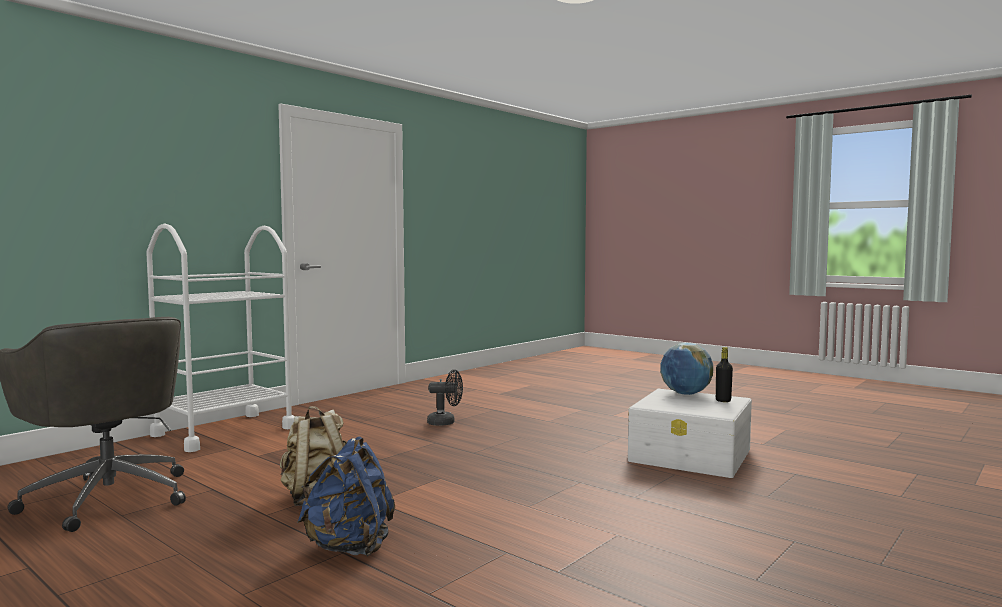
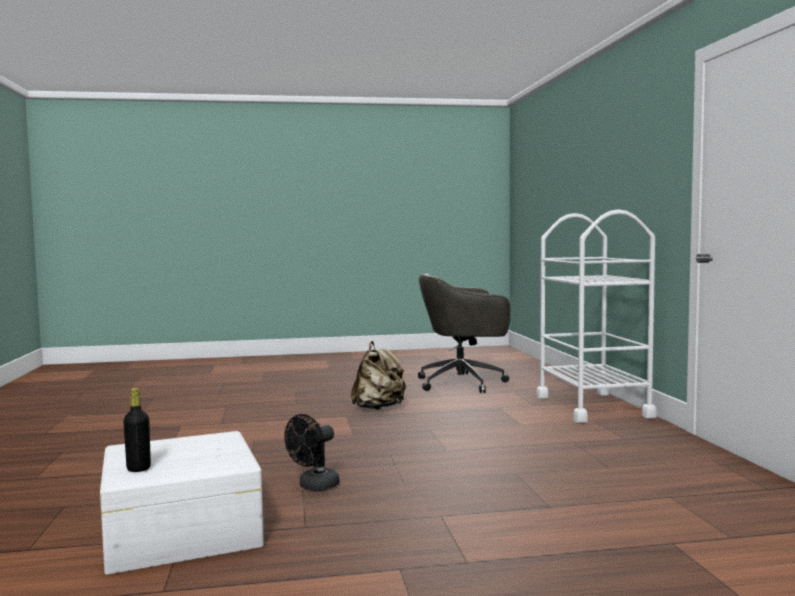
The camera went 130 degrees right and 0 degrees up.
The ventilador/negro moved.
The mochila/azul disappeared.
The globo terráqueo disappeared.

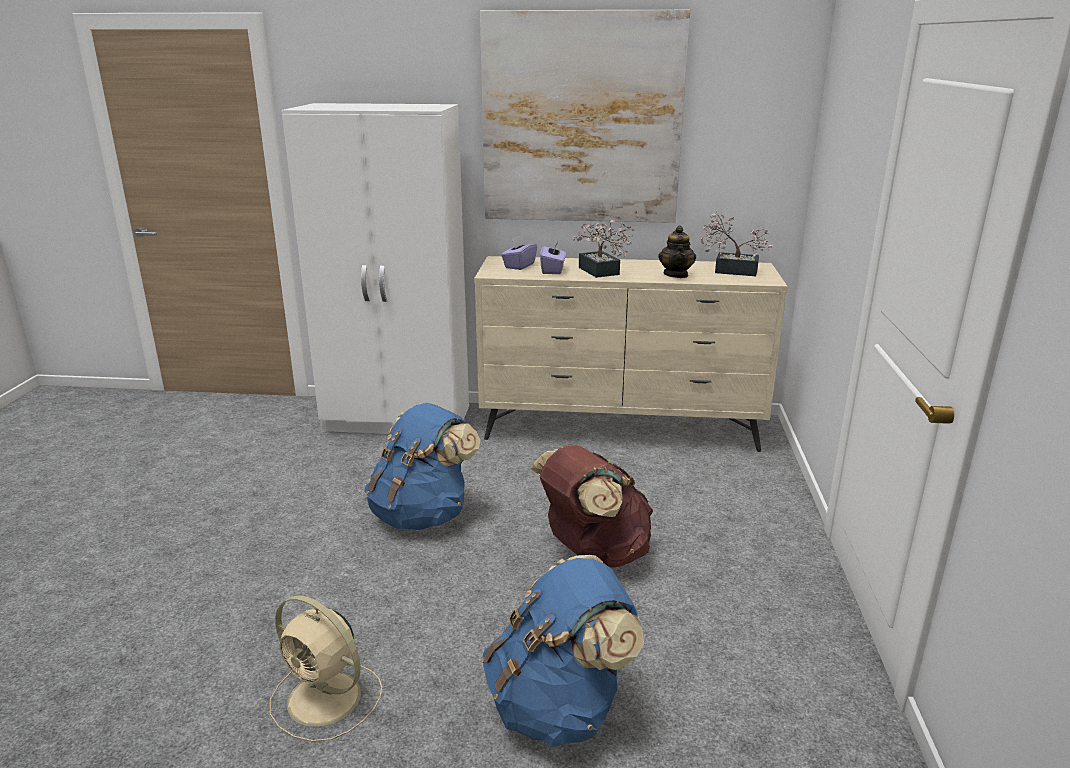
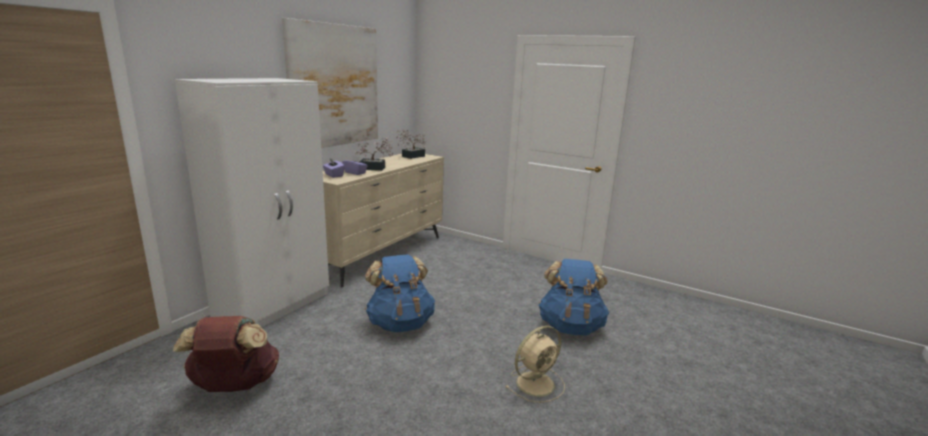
The camera went 65 degrees left and 5 degrees down.
The mochila/marrón moved.
The tetera disappeared.

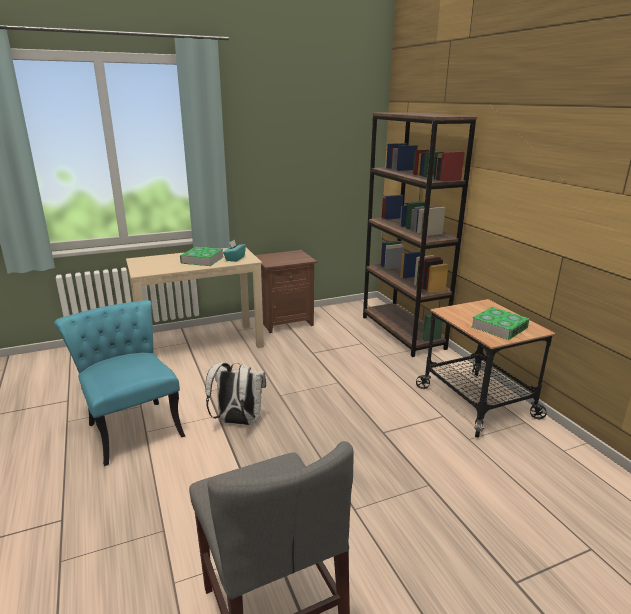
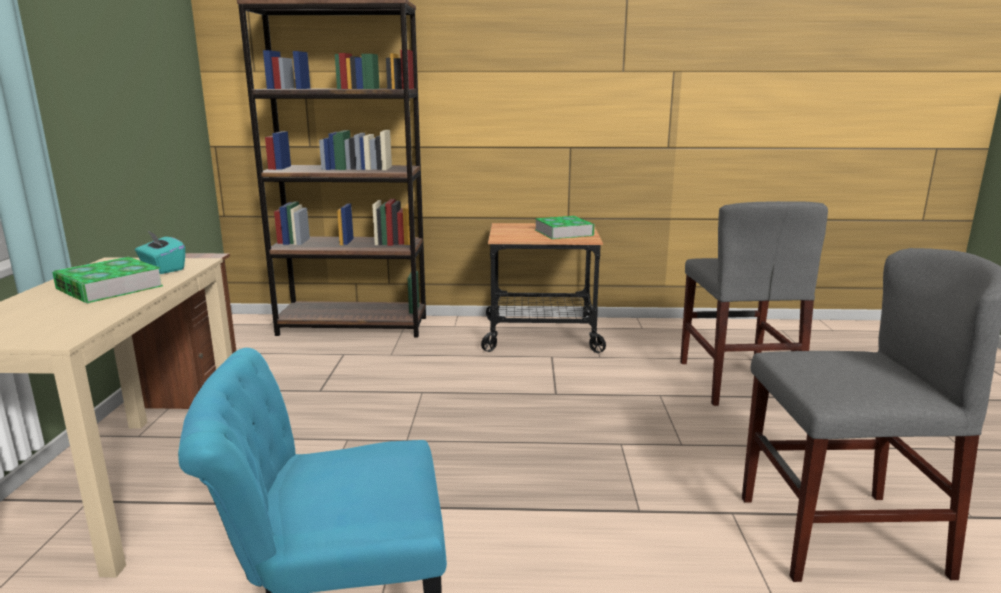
The camera went 65 degrees left and 5 degrees down.
The silla/gris (1st from left) appeared.
The mochila/blanco disappeared.

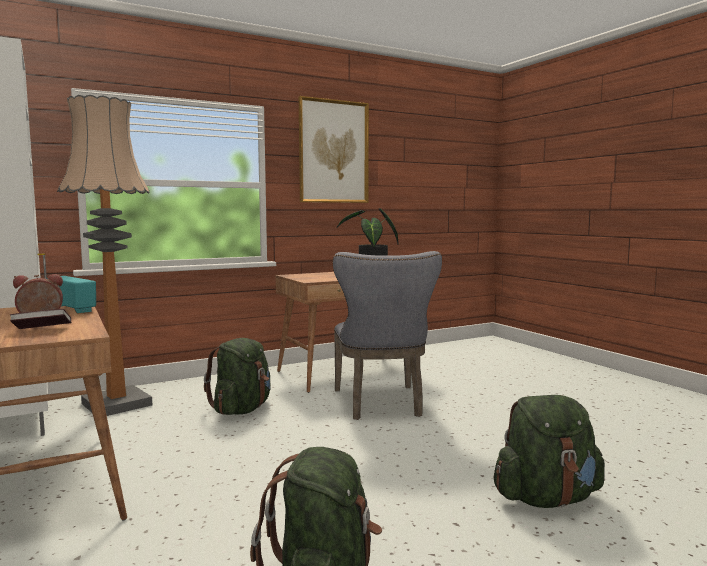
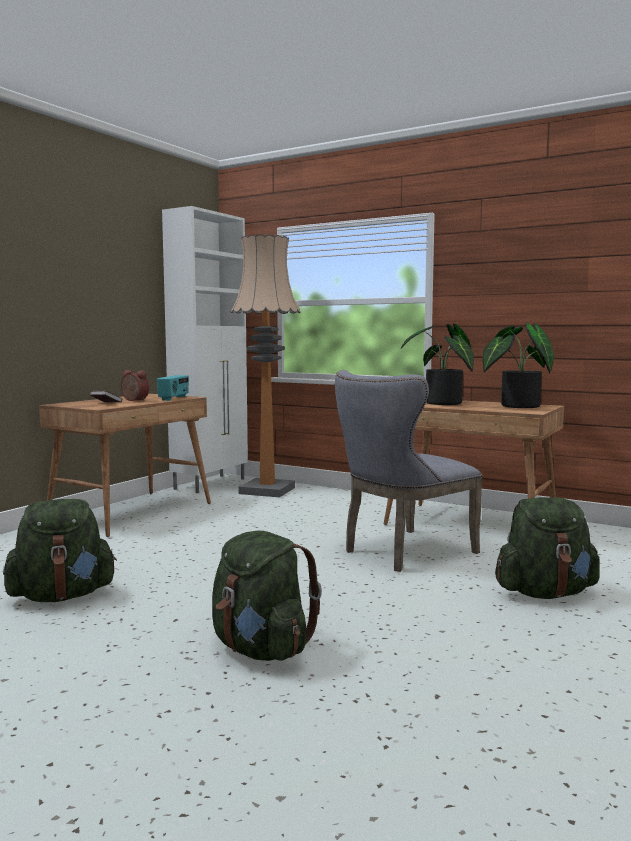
The camera went 60 degrees right and 0 degrees up.
The planta en maceta (1st from left) appeared.
The mochila/verde (1st from left in the first image) moved.
The cuadro disappeared.

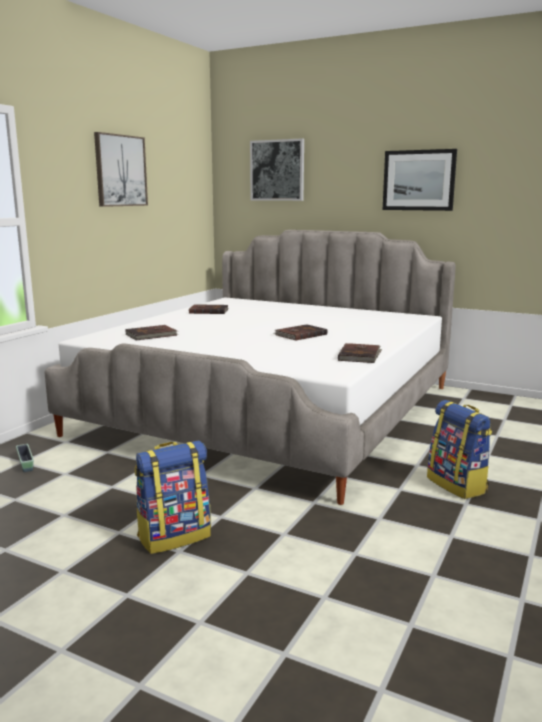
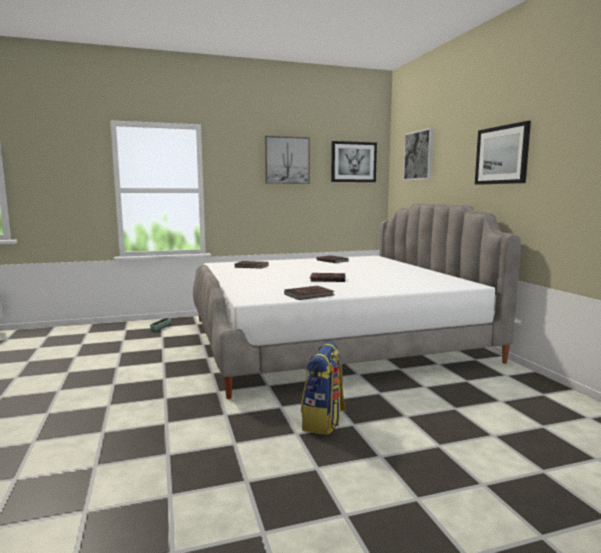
The camera went 45 degrees right and 5 degrees down.
The cuadro (2nd from left) appeared.
The mochila (1st from left) disappeared.

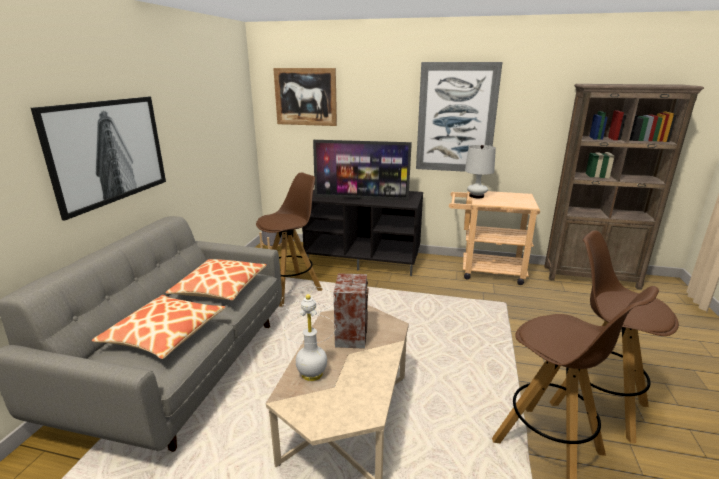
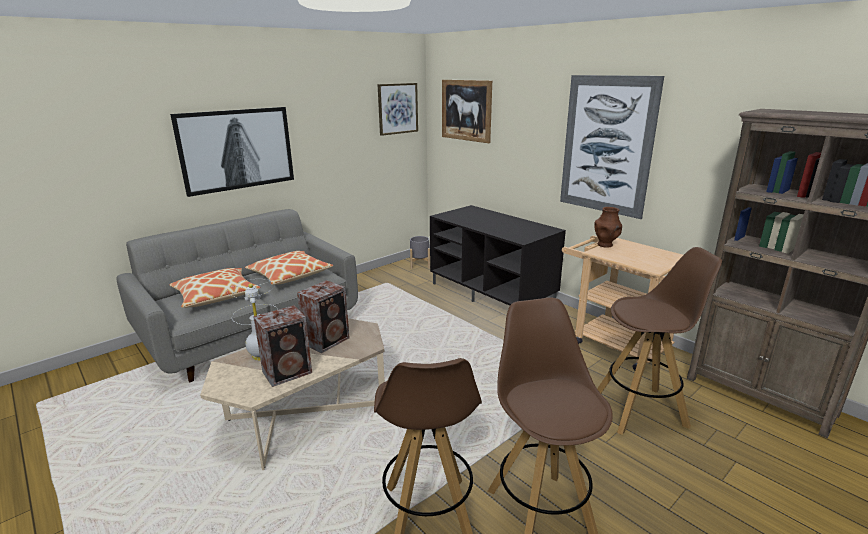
The camera went 35 degrees right and 0 degrees up.
The altavoz (1st from left) appeared.
The cuadro (2nd from left) appeared.
The lámpara de mesa/blanco (2nd from left) was replaced by the florero/marrón.
The taburete/marrón (1st from left in the first image) moved.
The televisor disappeared.

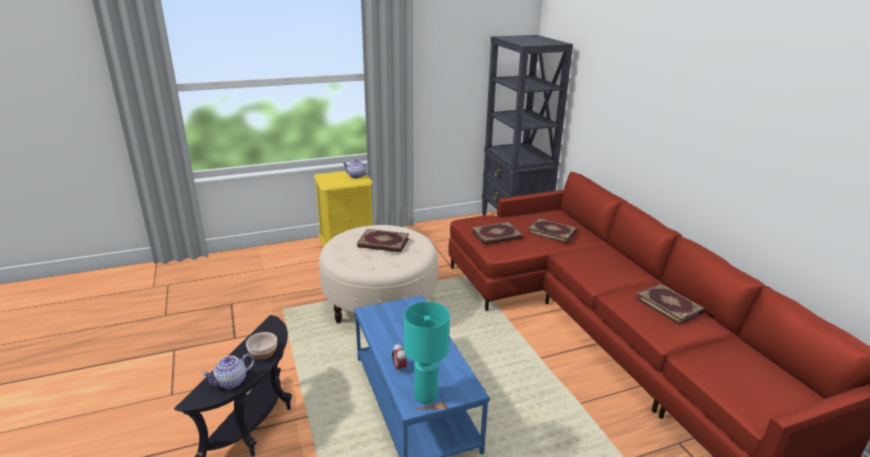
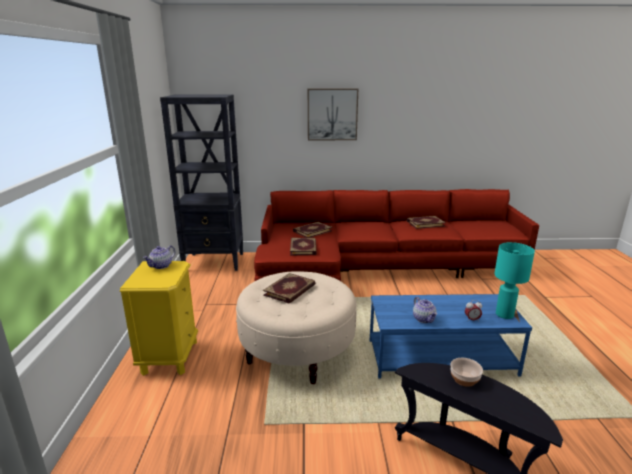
The camera went 70 degrees left and 5 degrees down.
The cuadro appeared.
The tetera (1st from left in the first image) moved.

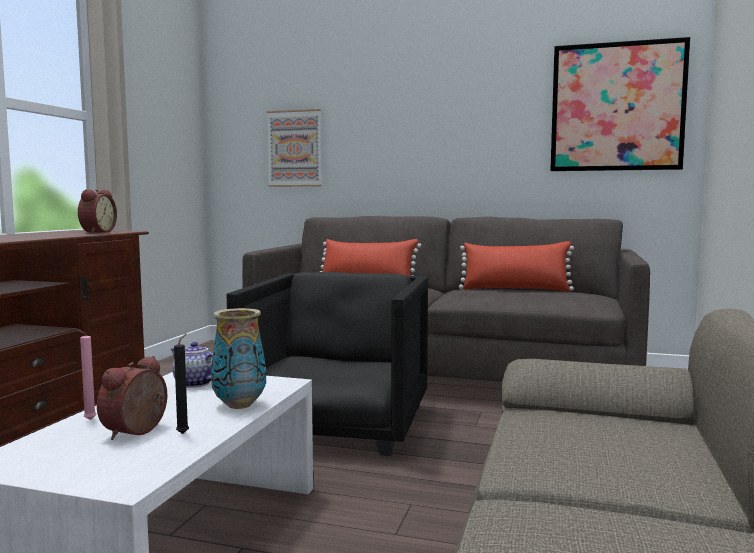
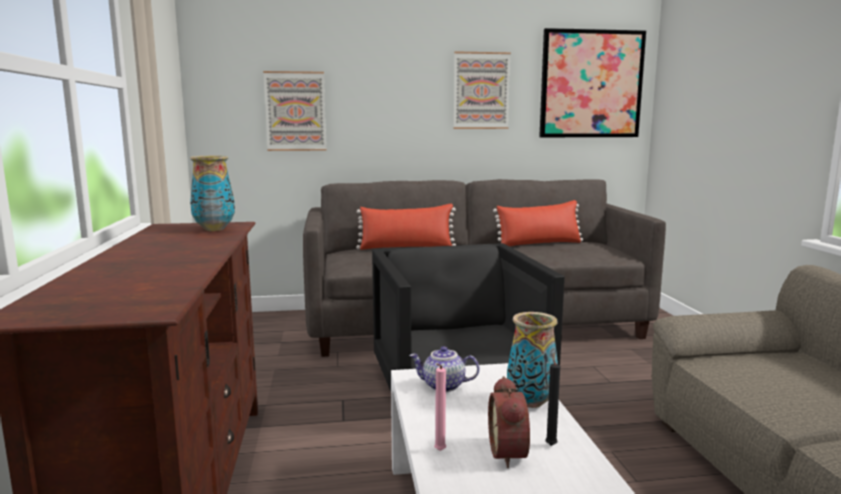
The camera went 25 degrees left and 5 degrees up.
The despertador (1st from left) was replaced by the florero (1st from left).
The cuadro (2nd from left) appeared.

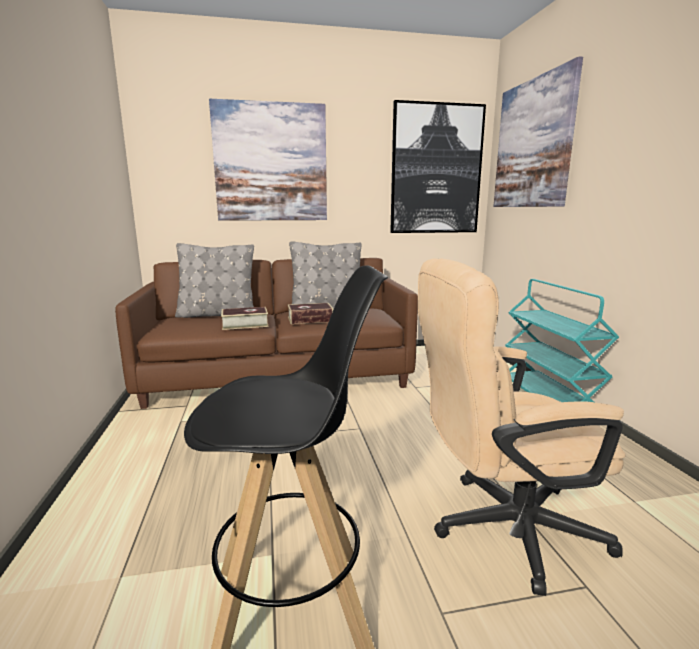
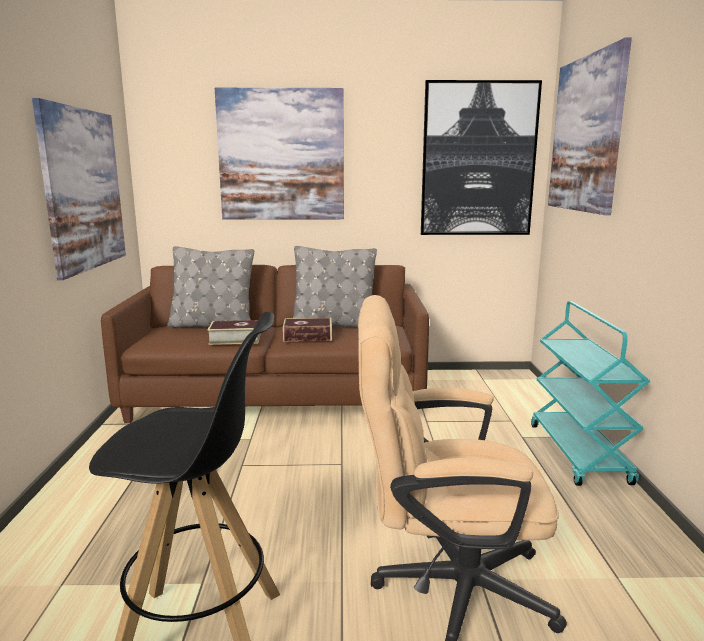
The camera went 10 degrees right and 0 degrees up.
The cuadro (1st from left) appeared.

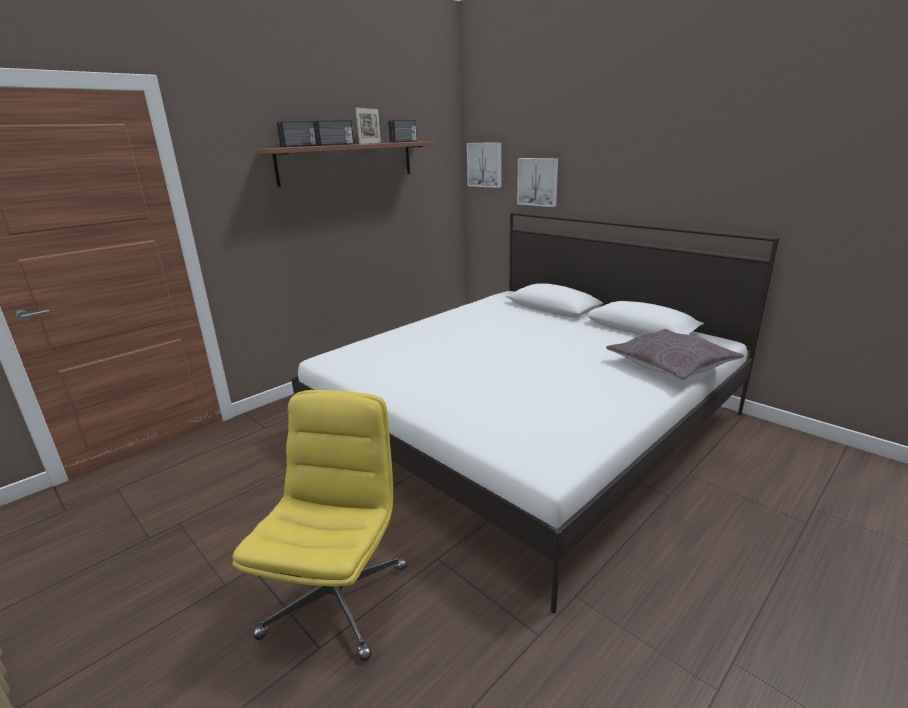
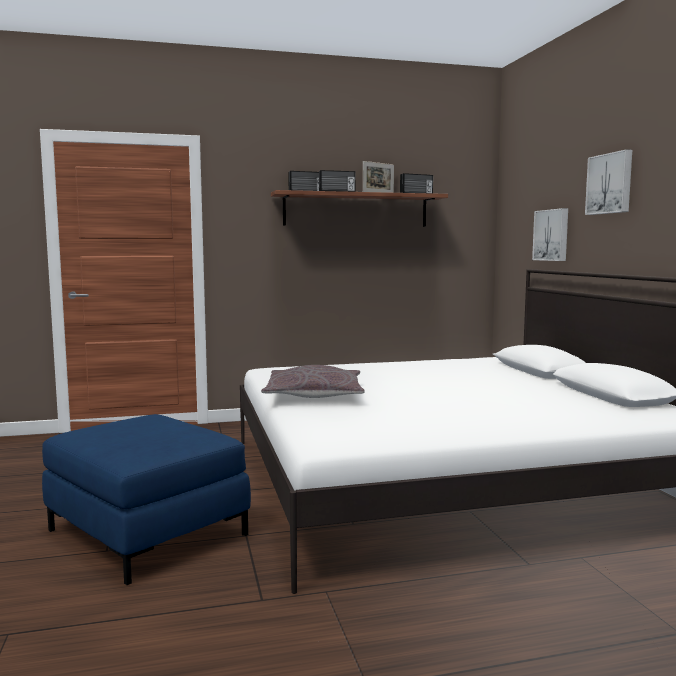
The camera went 30 degrees right and 15 degrees down.
The silla de oficina/amarillo was replaced by the puf/azul.
The cojín/gris moved.
The cuadro (1st from left in the first image) moved.

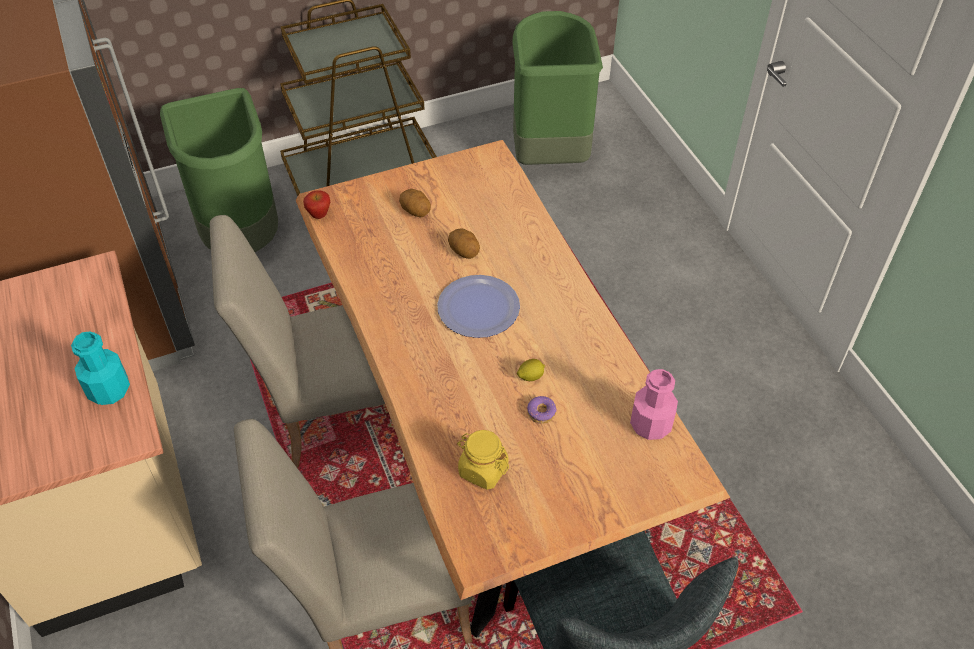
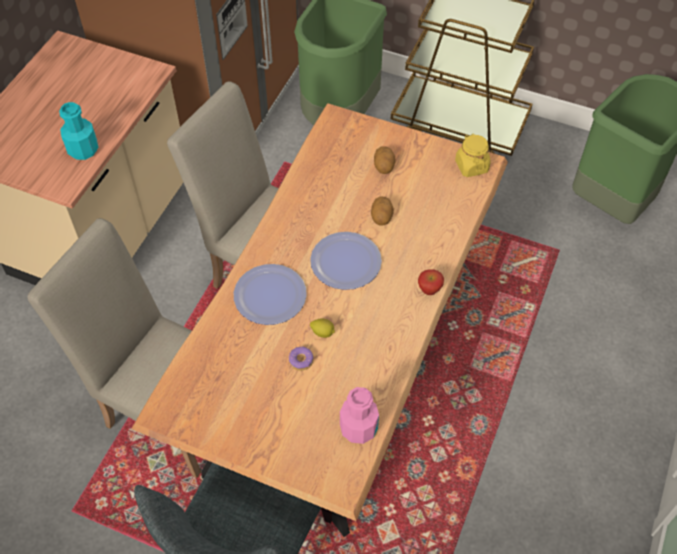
The camera went 45 degrees right and 5 degrees up.
The plato (1st from left) appeared.
The manzana moved.
The tarro/amarillo moved.

